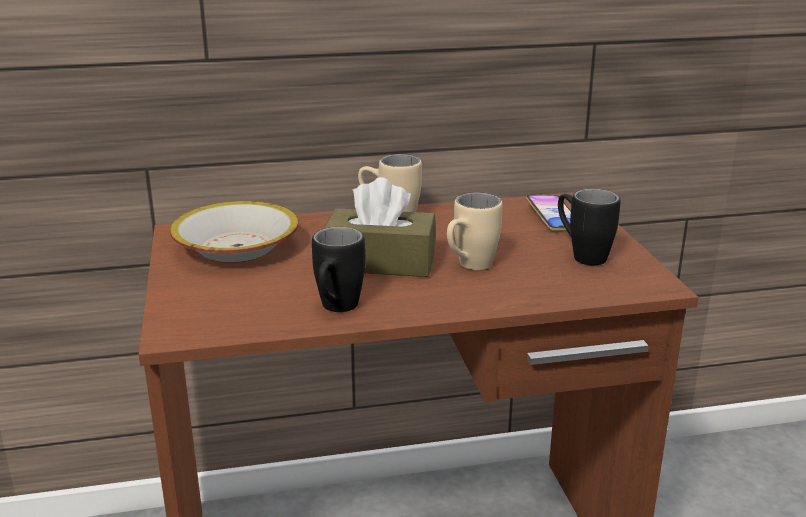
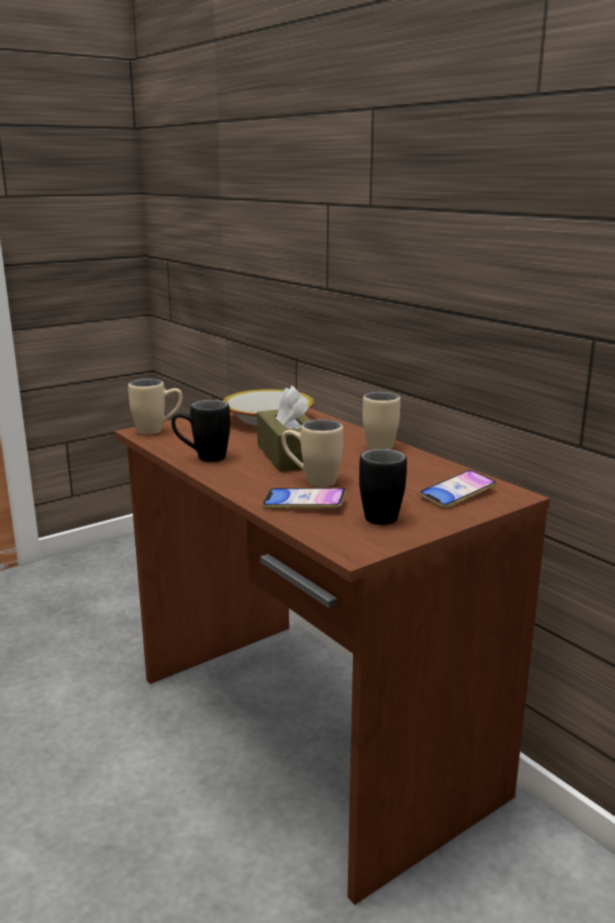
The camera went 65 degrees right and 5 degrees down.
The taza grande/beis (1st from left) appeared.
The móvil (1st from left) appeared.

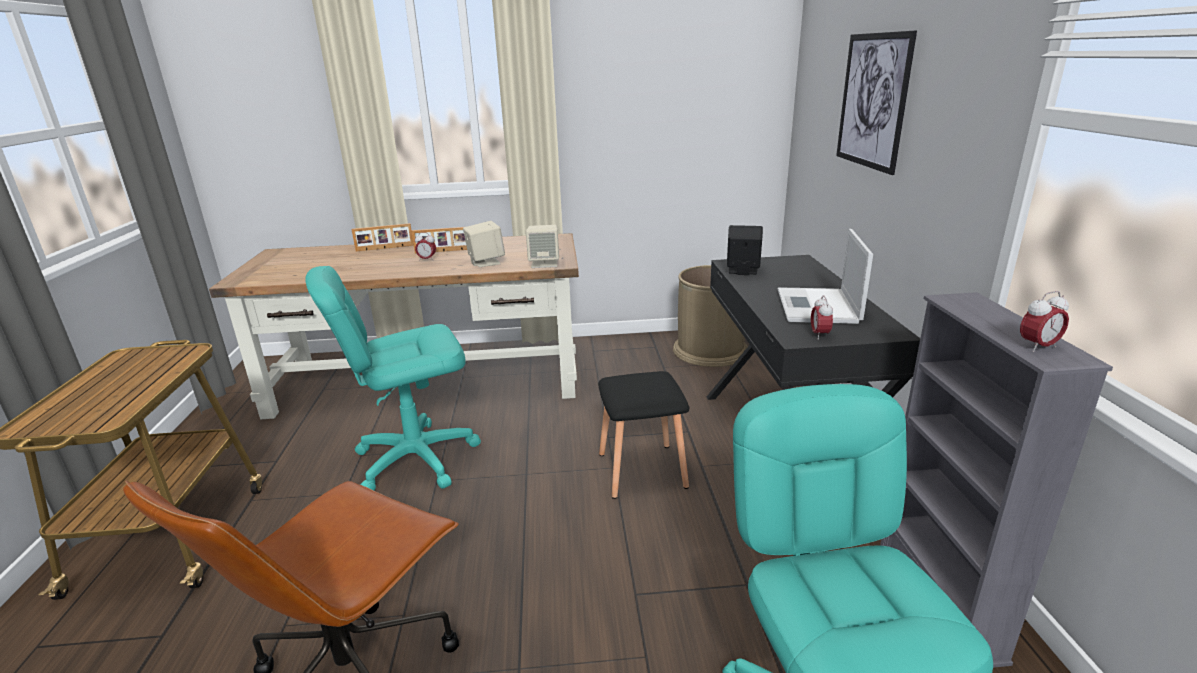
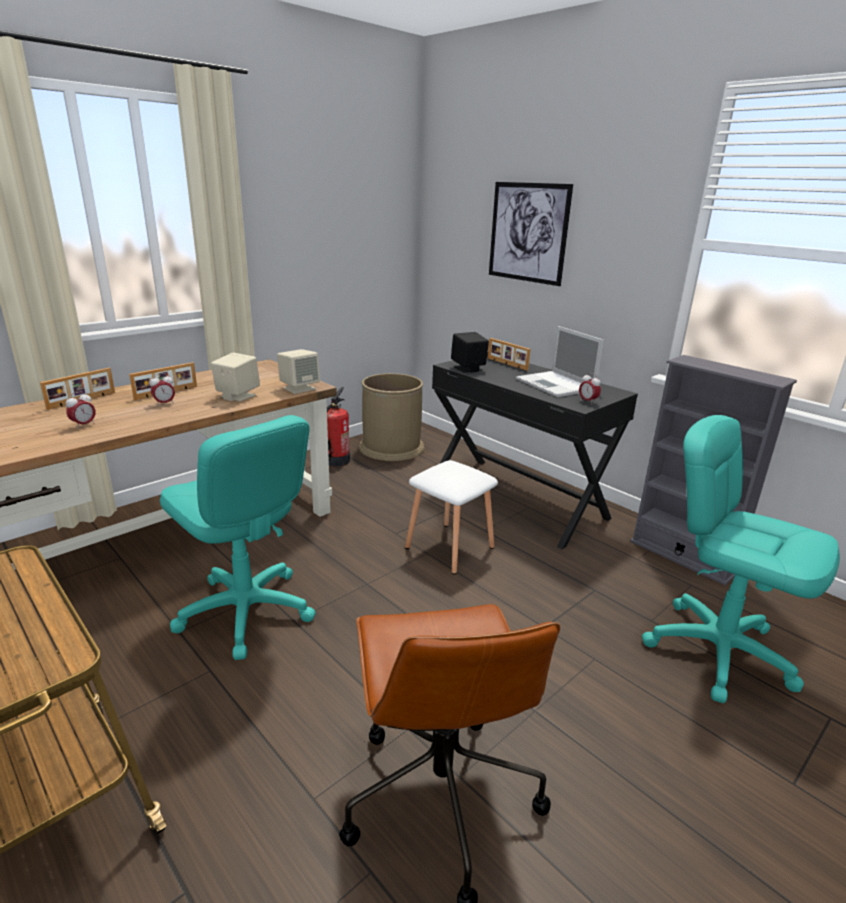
The camera went 40 degrees left and 0 degrees up.
The despertador (3rd from left in the first image) moved.
The silla de oficina/turquesa (1st from left) turned 75 degrees counterclockwise.
The extintor appeared.
The taburete/negro became the taburete/blanco.
The portarretratos (3rd from left) appeared.

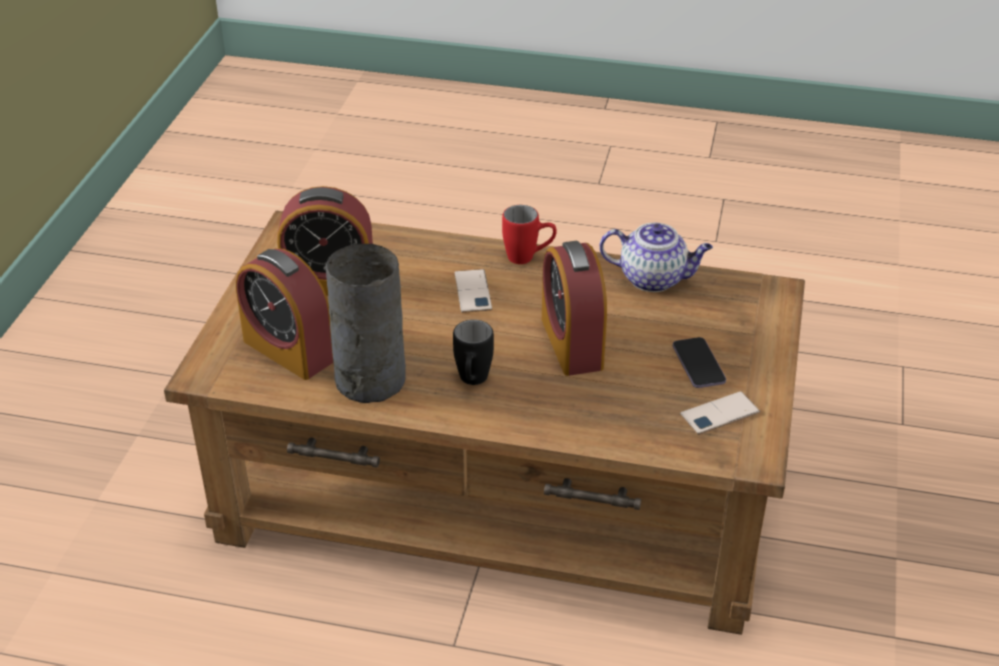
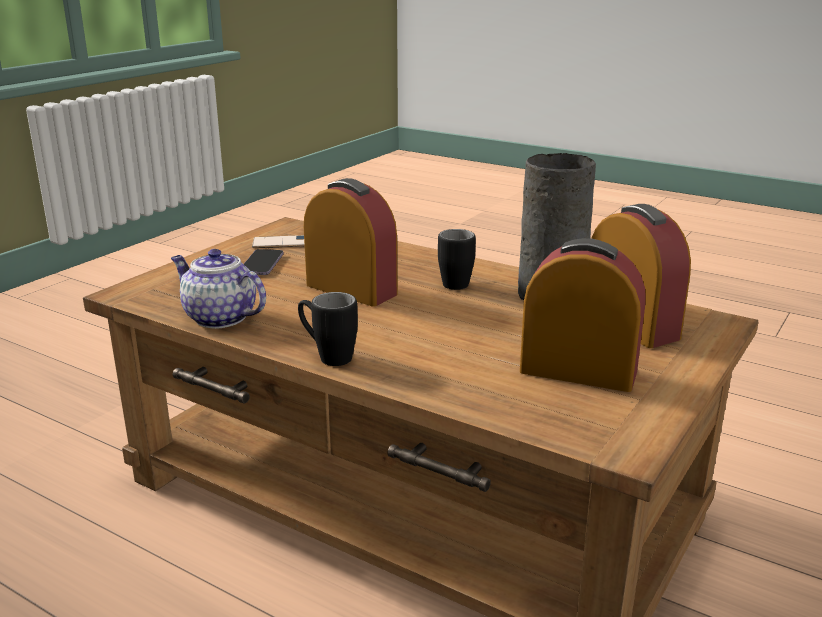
The camera went 160 degrees left and 15 degrees down.
The taza grande/rojo became the taza grande/negro (1st from left).
The despertador (3rd from left in the first image) turned 60 degrees counterclockwise.
The móvil (1st from left) disappeared.

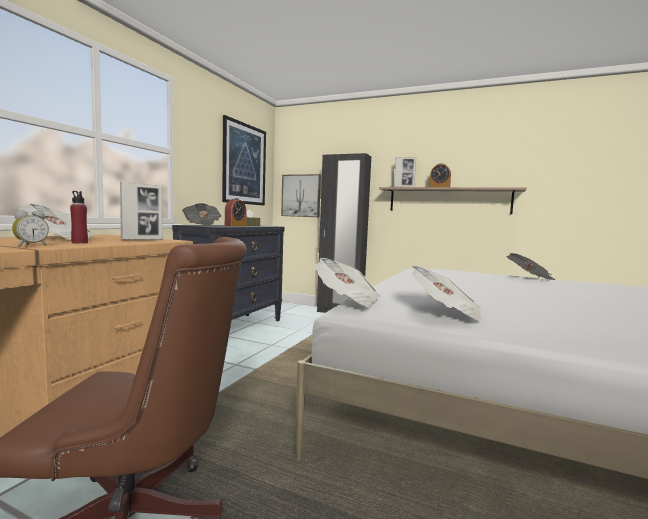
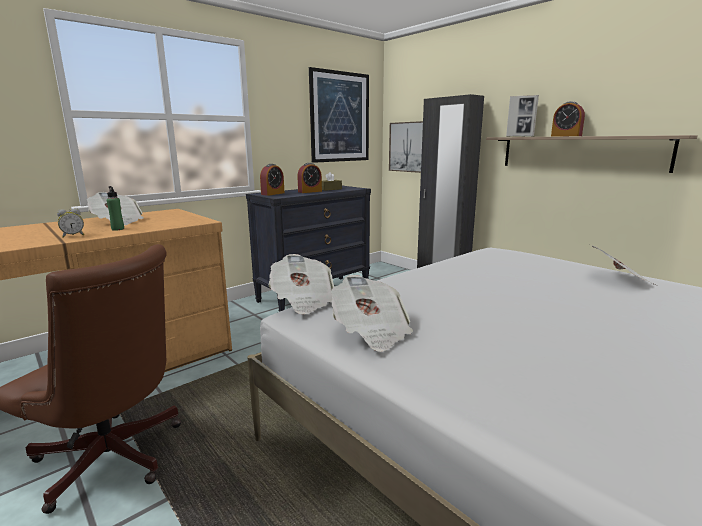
The camera went 25 degrees right and 10 degrees up.
The botella/rojo became the botella/verde.
The periódico (2nd from left) was replaced by the despertador (2nd from left).
The portarretratos (1st from left) disappeared.

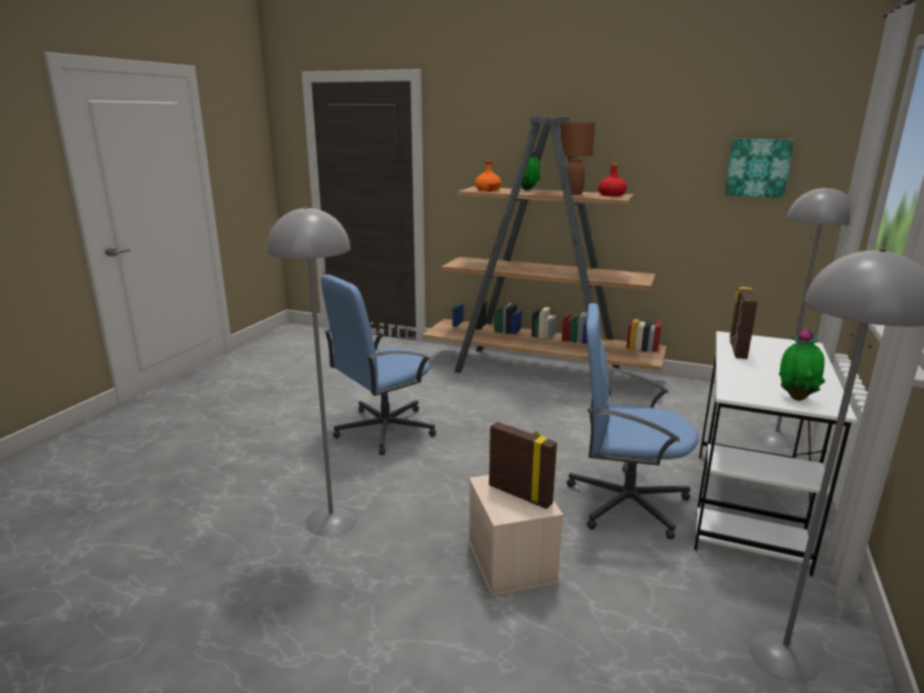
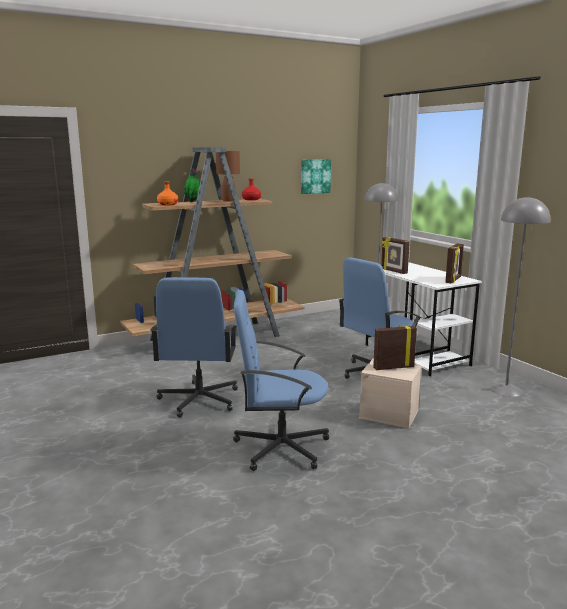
The camera went 50 degrees left and 5 degrees down.
The lámpara de pie/gris (1st from left) was replaced by the silla de oficina/azul (2nd from left).
The planta en maceta (2nd from left) was replaced by the portarretratos (3rd from left).

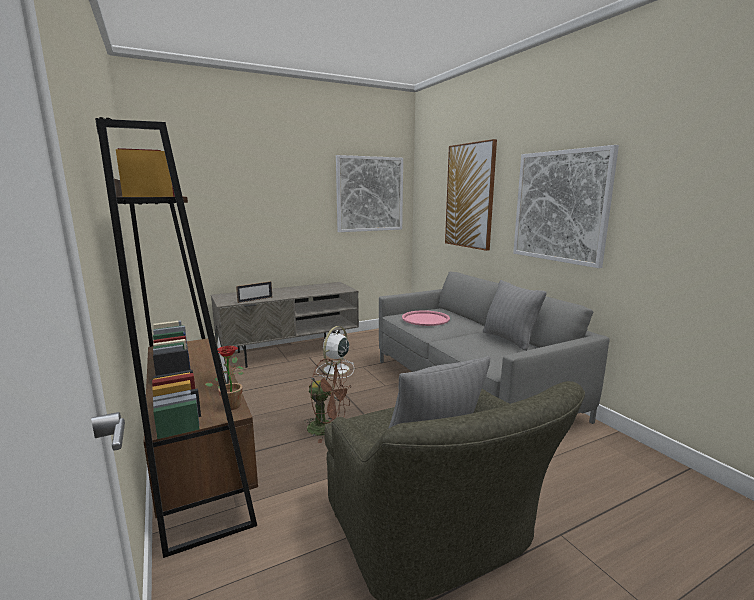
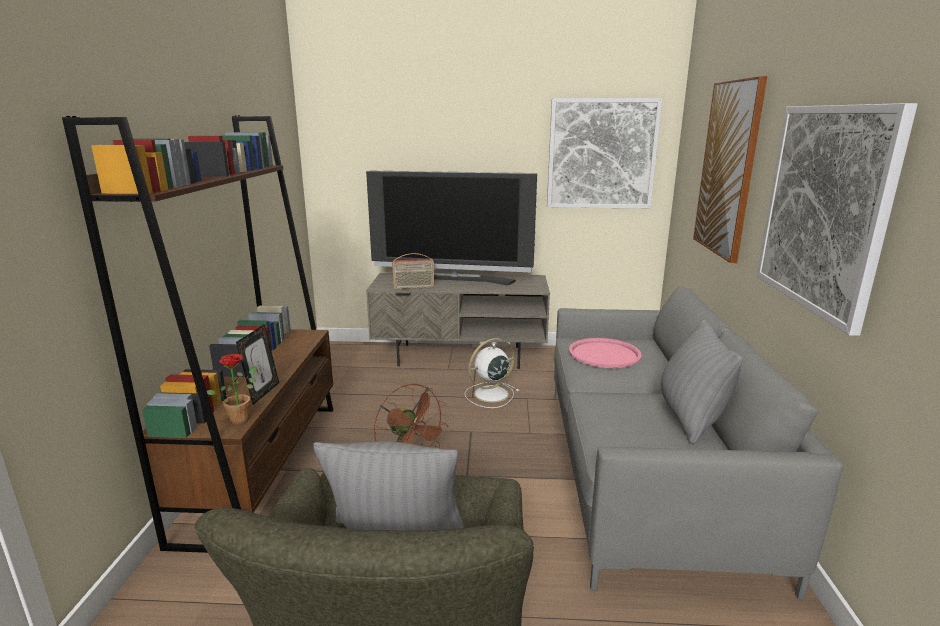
The camera went 30 degrees right and 5 degrees up.
The televisor appeared.
The portarretratos (2nd from left) was replaced by the radio.

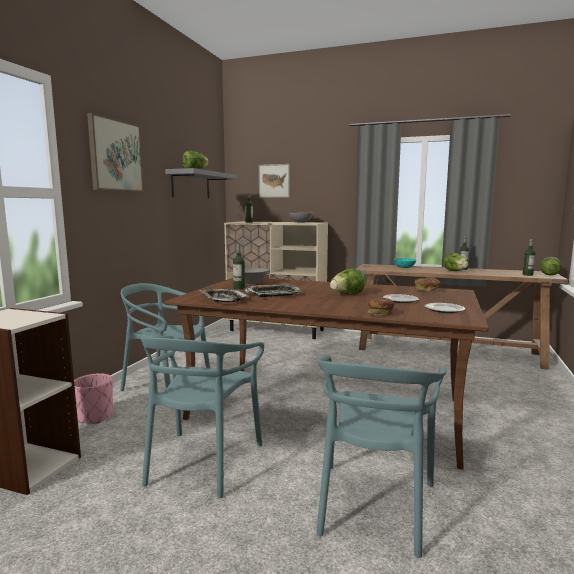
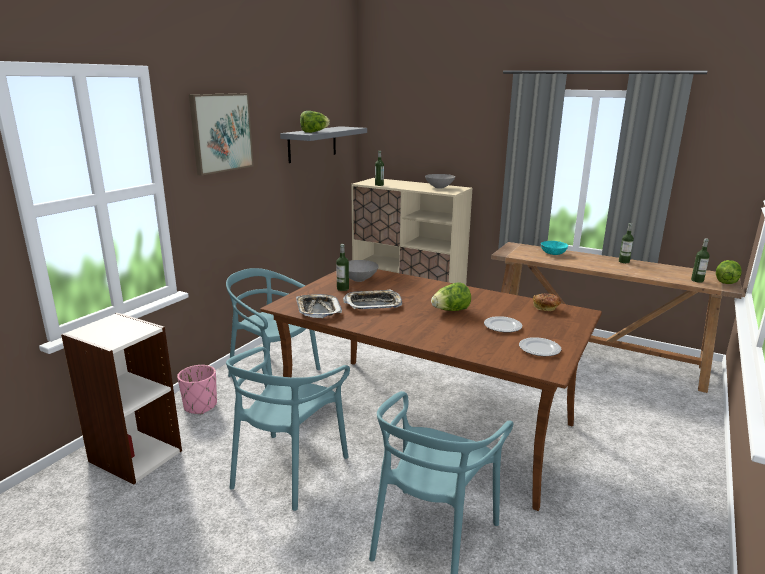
The camera went 10 degrees right and 10 degrees up.
The cuadro (2nd from left) disappeared.
The pan (1st from left) disappeared.
The lechuga (3rd from left) disappeared.

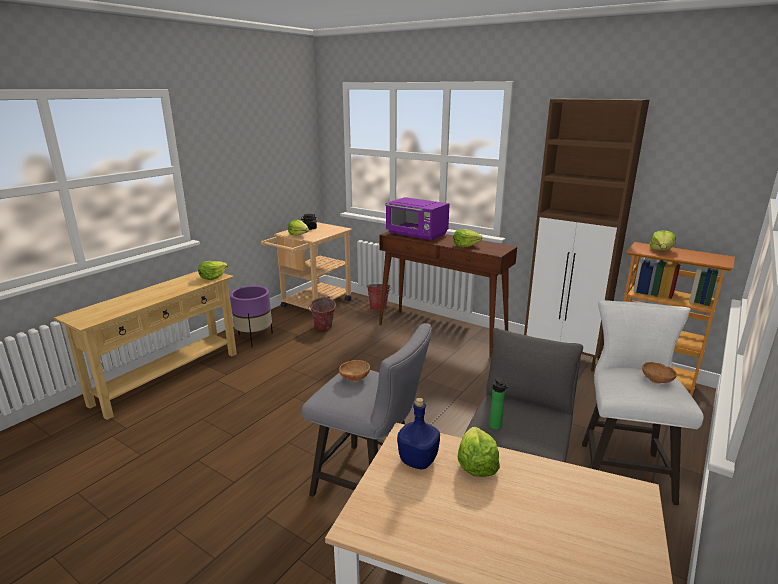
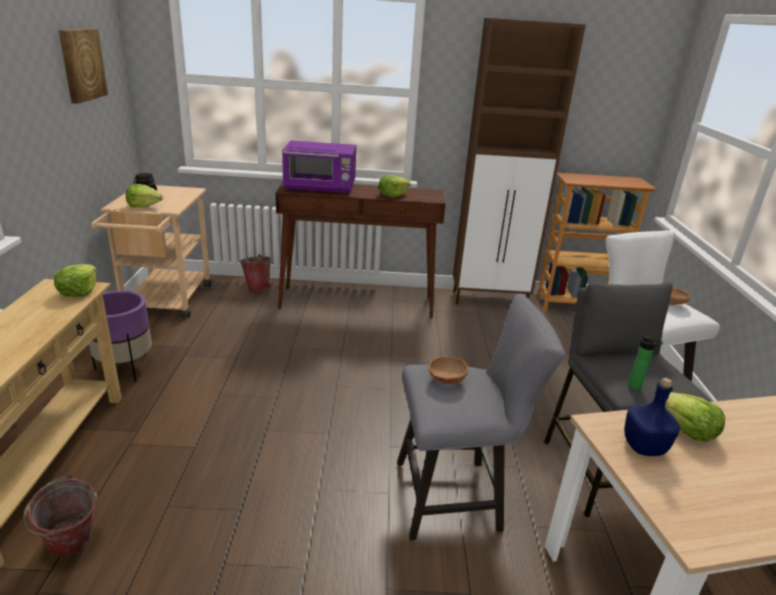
The camera went 35 degrees left and 5 degrees up.
The cubo (1st from left) moved.
The cuadro appeared.
The lechuga (5th from left) disappeared.

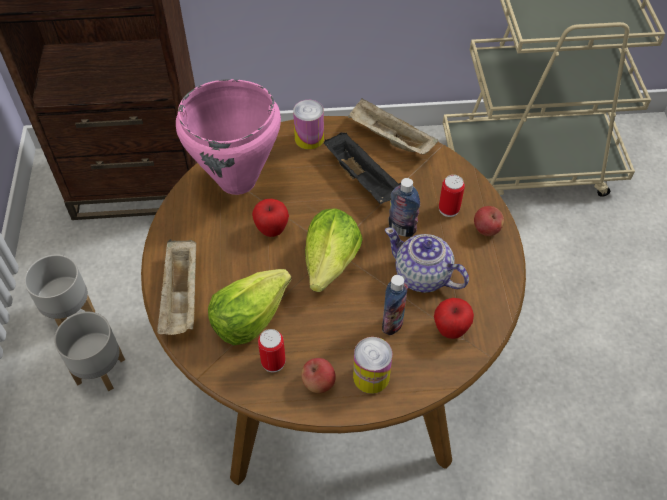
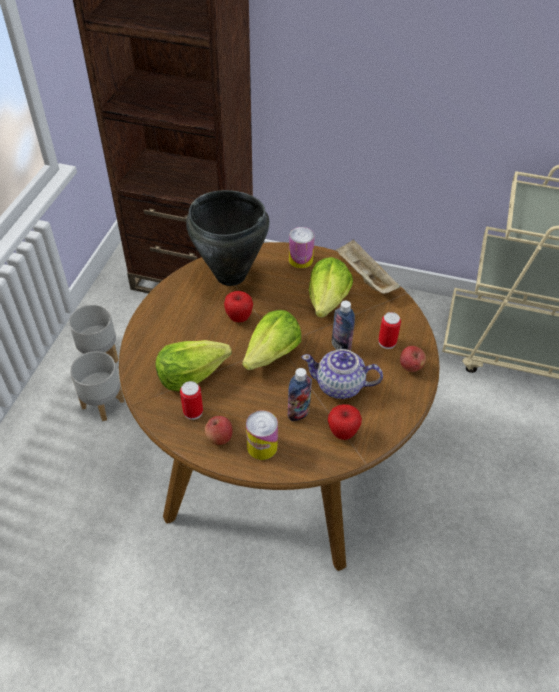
The camera went 20 degrees right and 5 degrees down.
The olla/rosa became the olla/negro.
The tetera turned 45 degrees counterclockwise.
The bandeja/negro was replaced by the lechuga (3rd from left).
The bandeja/beis (1st from left) disappeared.

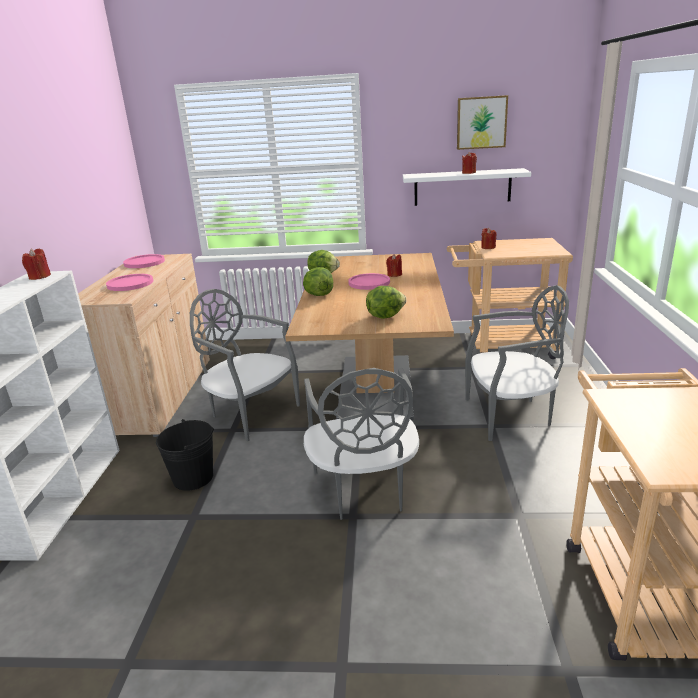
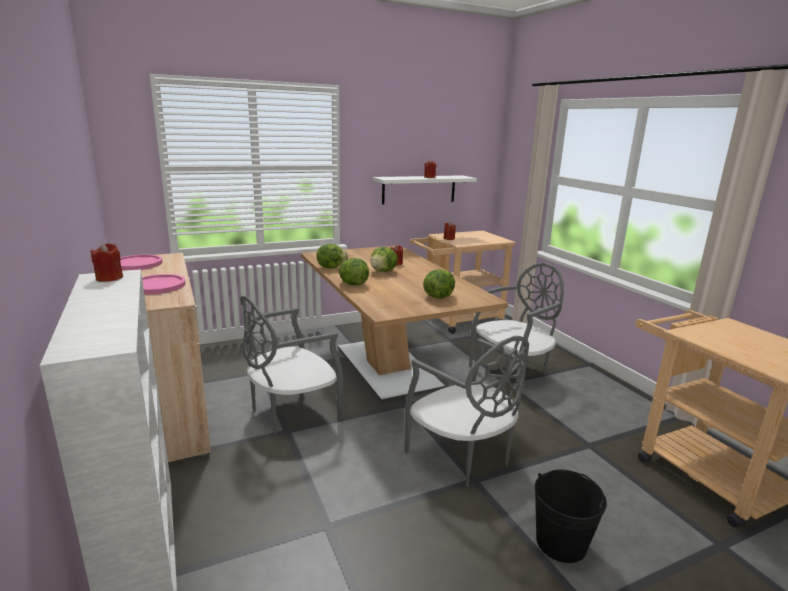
The camera went 30 degrees left and 5 degrees down.
The silla/gris (1st from left) turned 45 degrees counterclockwise.
The plato/rosa (3rd from left) was replaced by the lechuga (3rd from left).
The cubo/negro moved.
The cuadro disappeared.

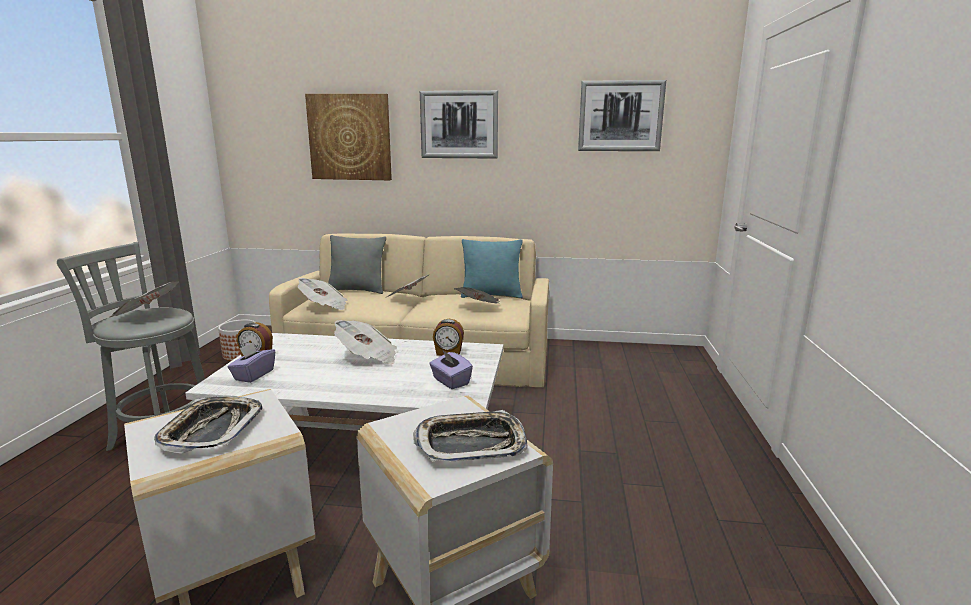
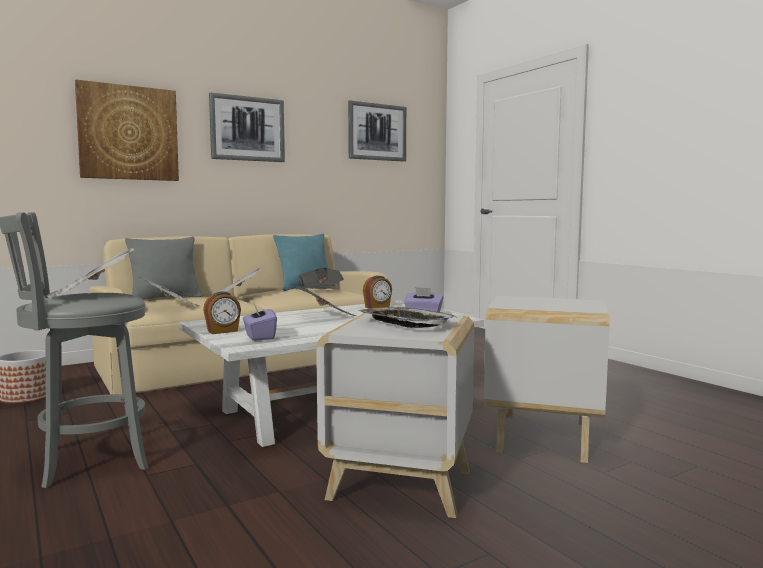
The camera went 40 degrees left and 10 degrees down.
The bandeja (2nd from left) disappeared.

